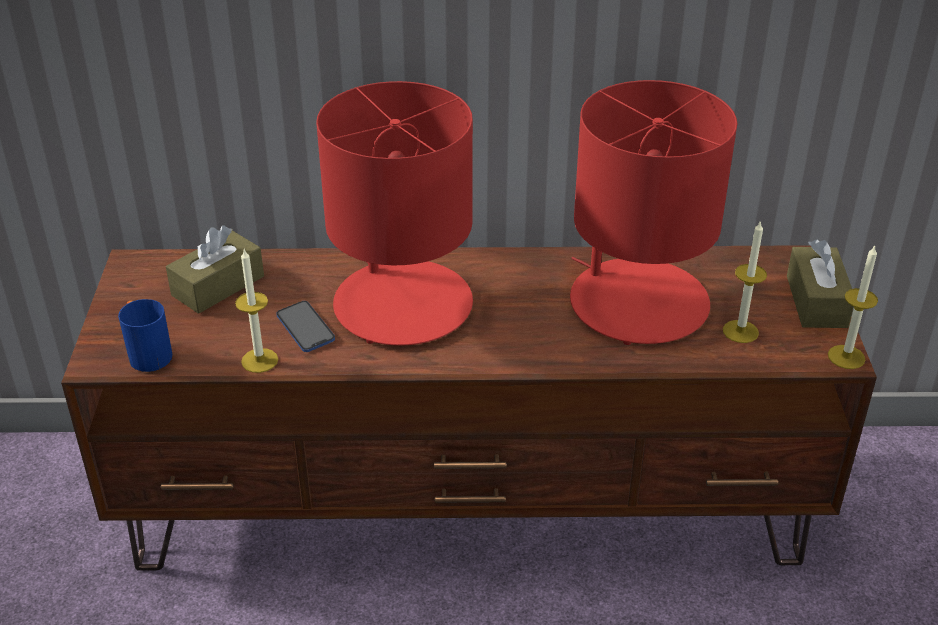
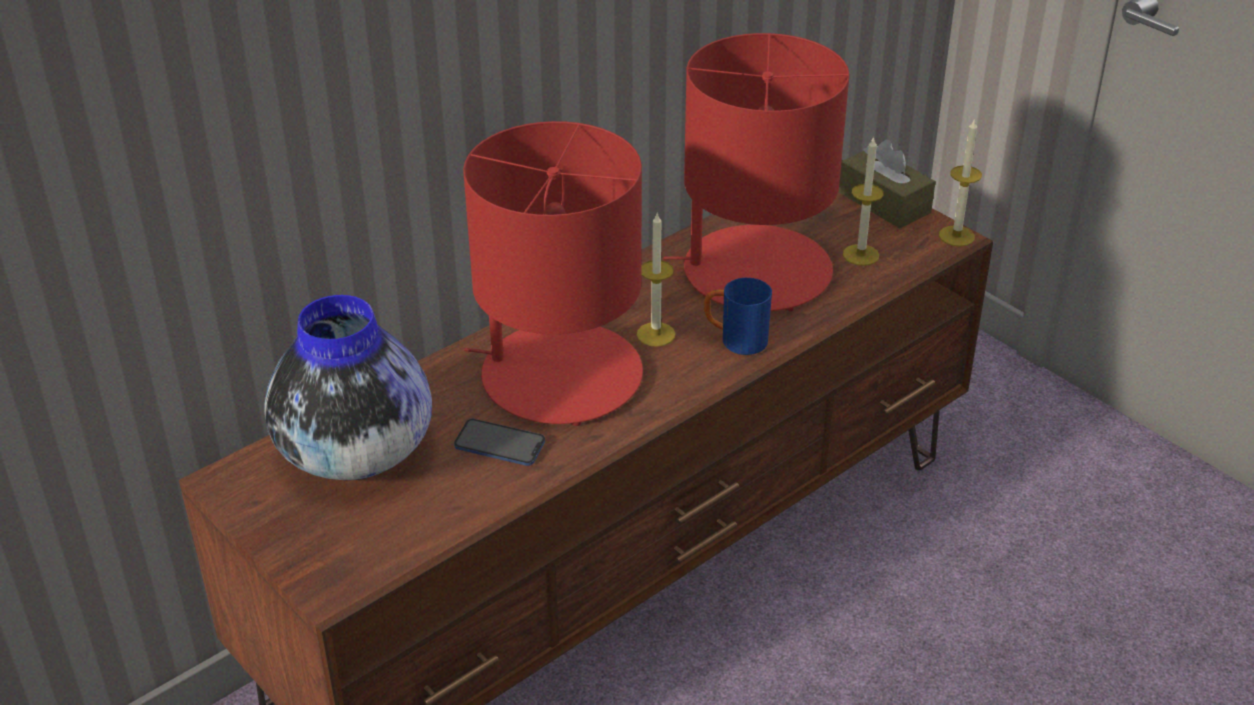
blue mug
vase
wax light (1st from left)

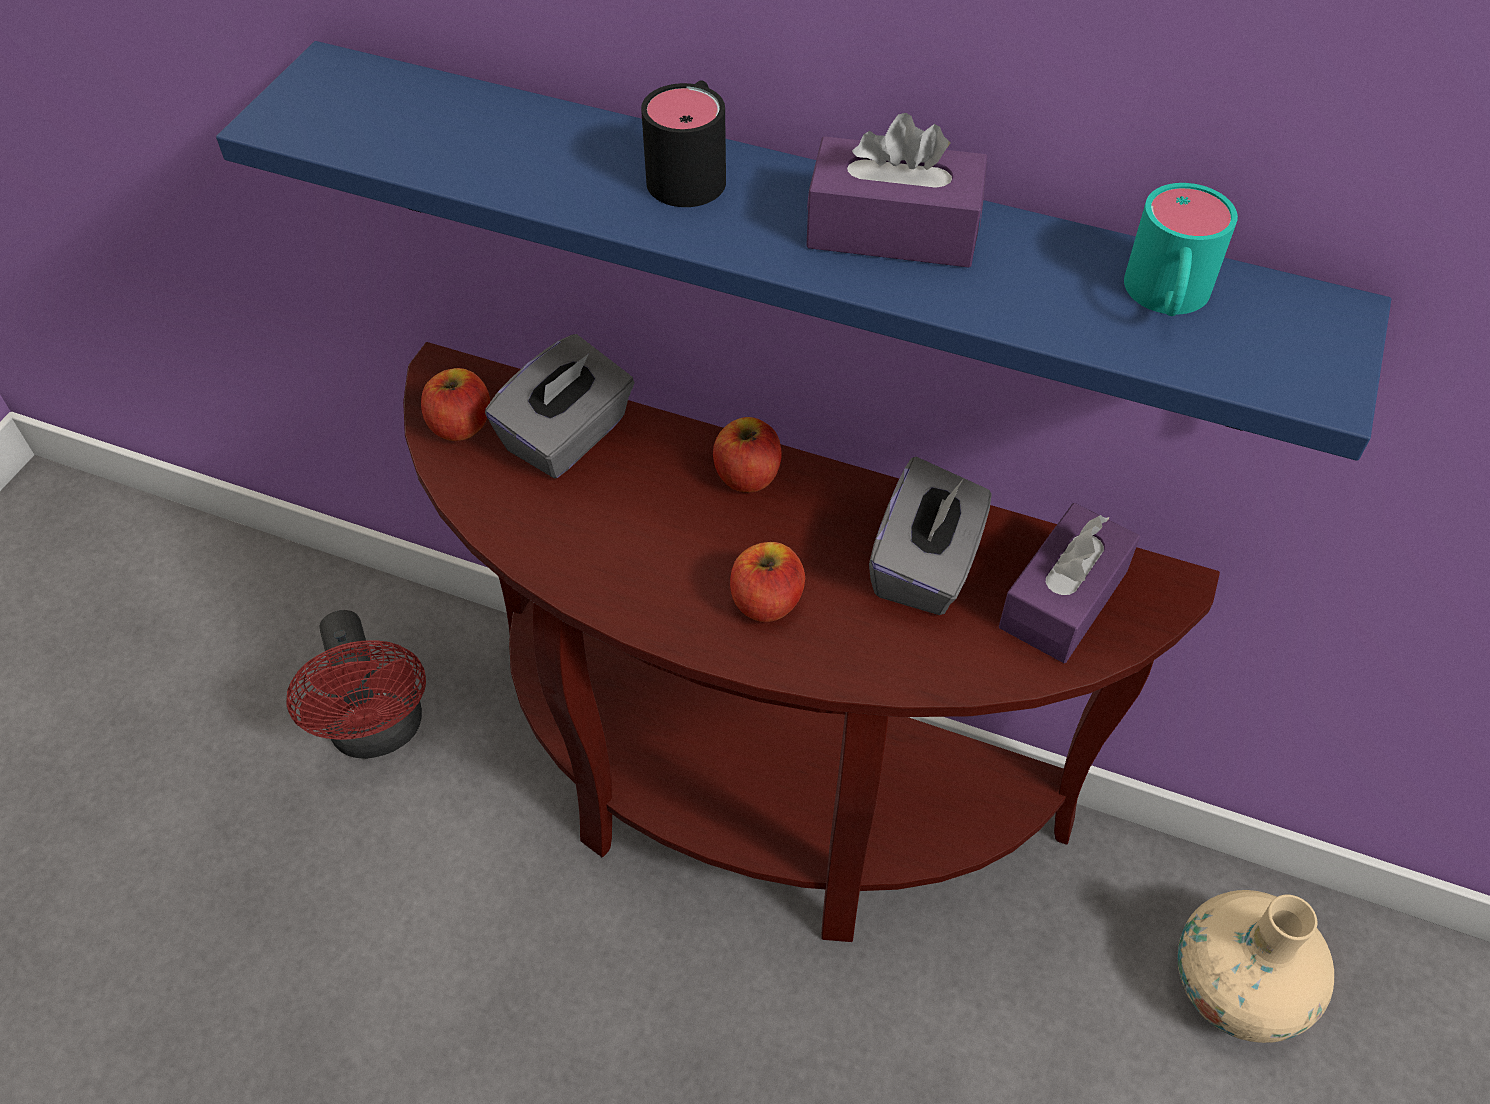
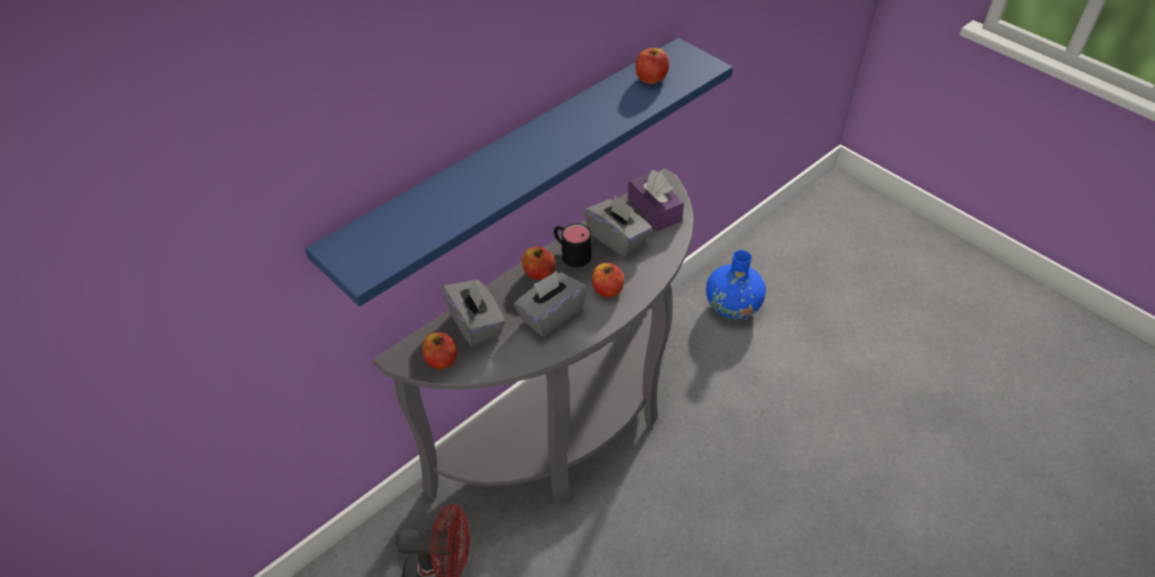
gray console table
blackish mug
purple-coloured tissue box (1st from left in the first image)
apple (4th from left)
blue vase
gray tissue box (2nd from left)

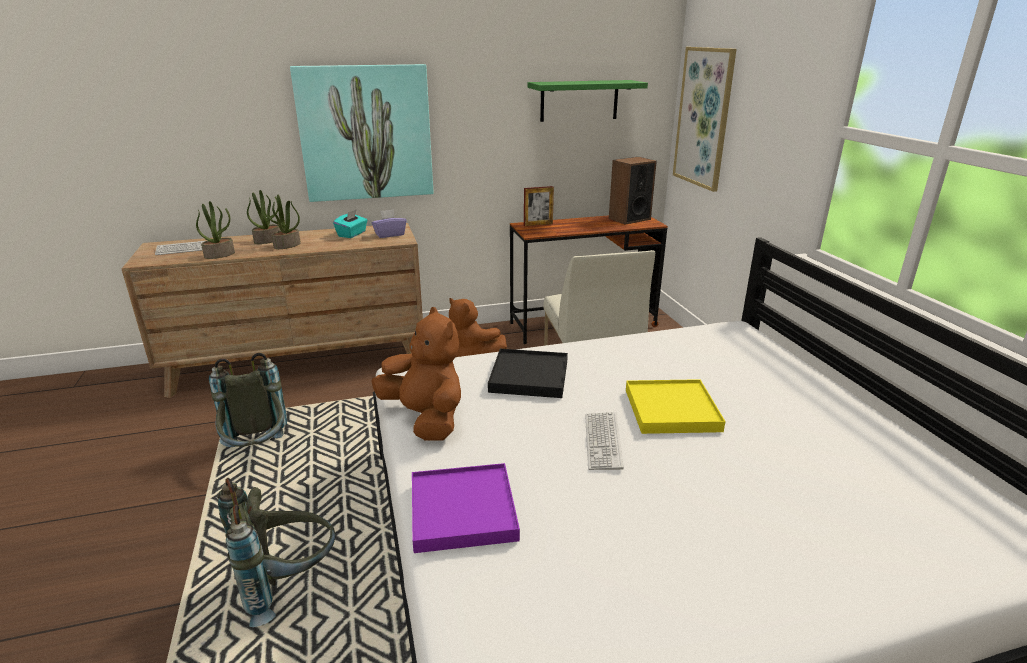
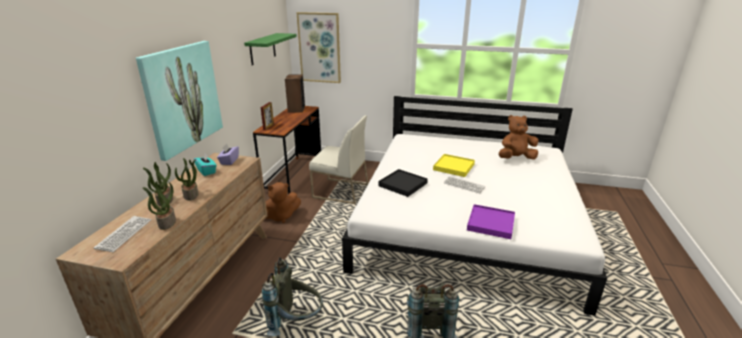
brown plush toy (2nd from left)

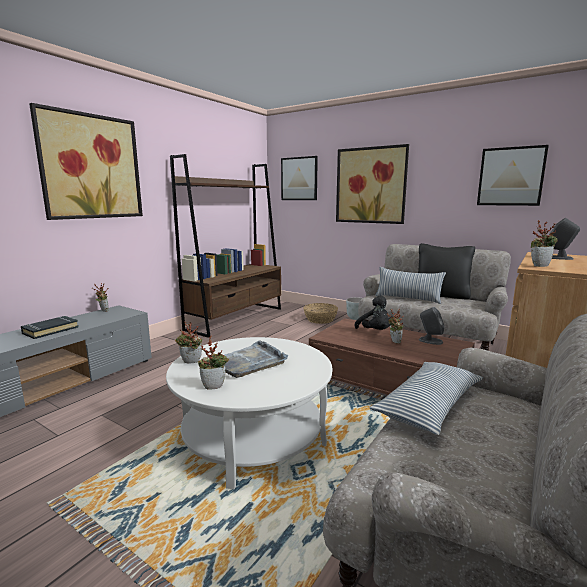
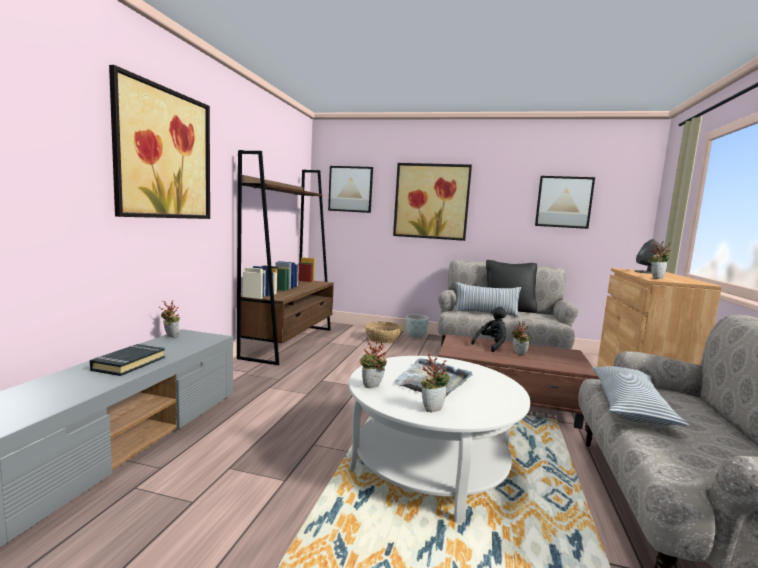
blackish plush toy
gray loudspeaker (1st from left in the first image)

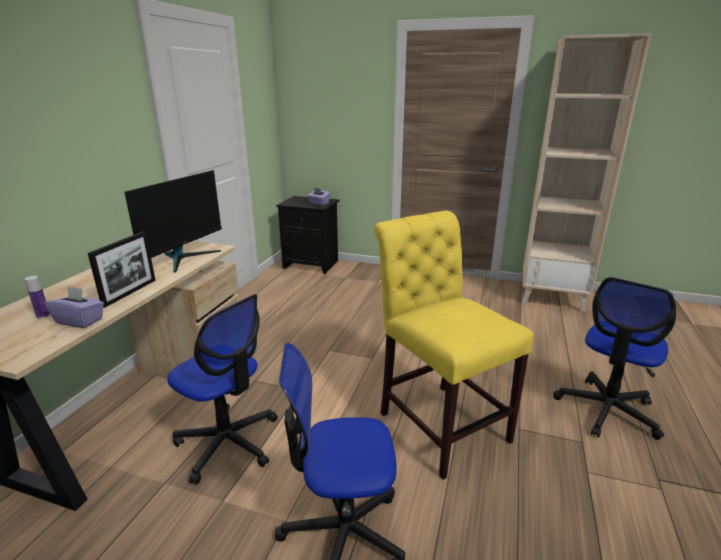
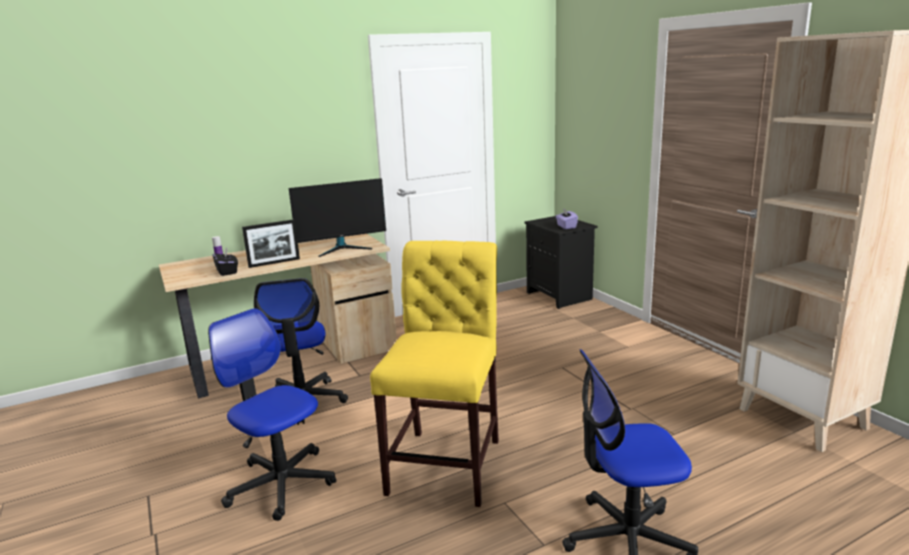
blackish tissue box

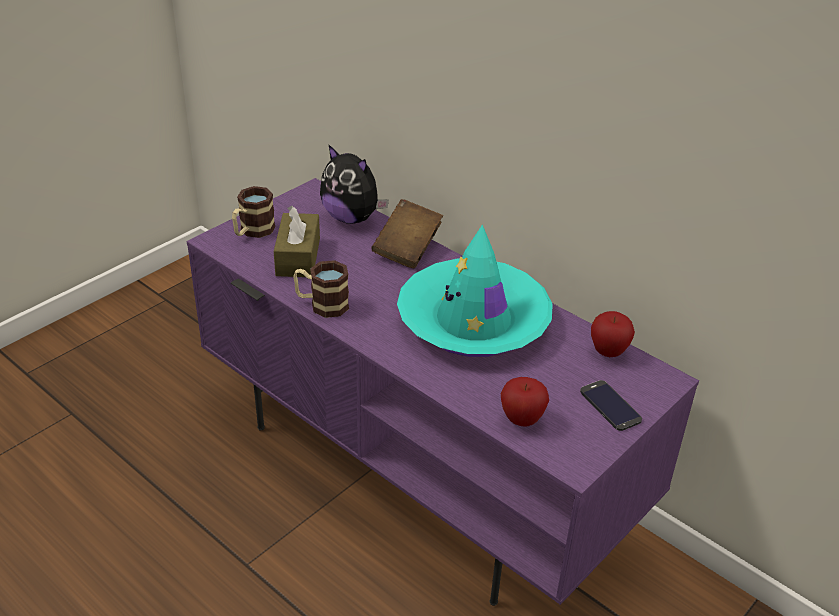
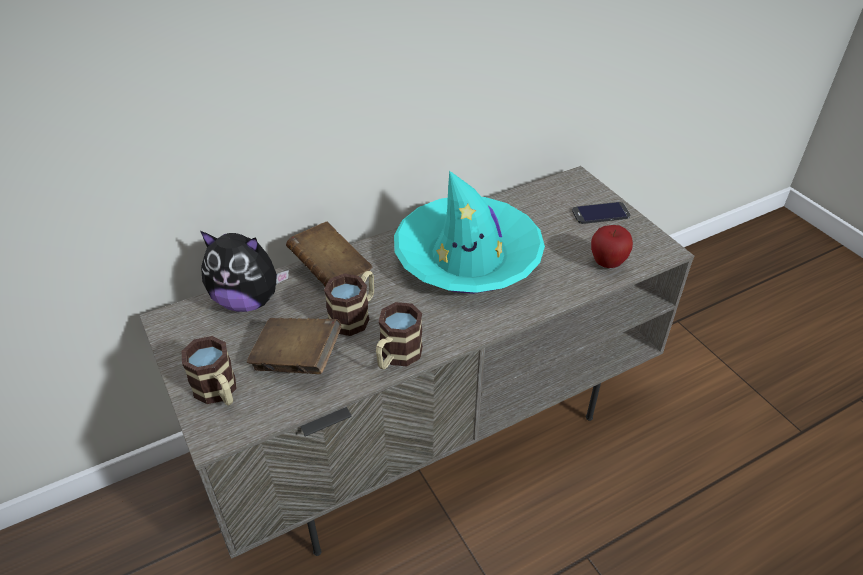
gray media console
brown book (1st from left)
plush toy
apple (2nd from left in the first image)
mug (2nd from left)

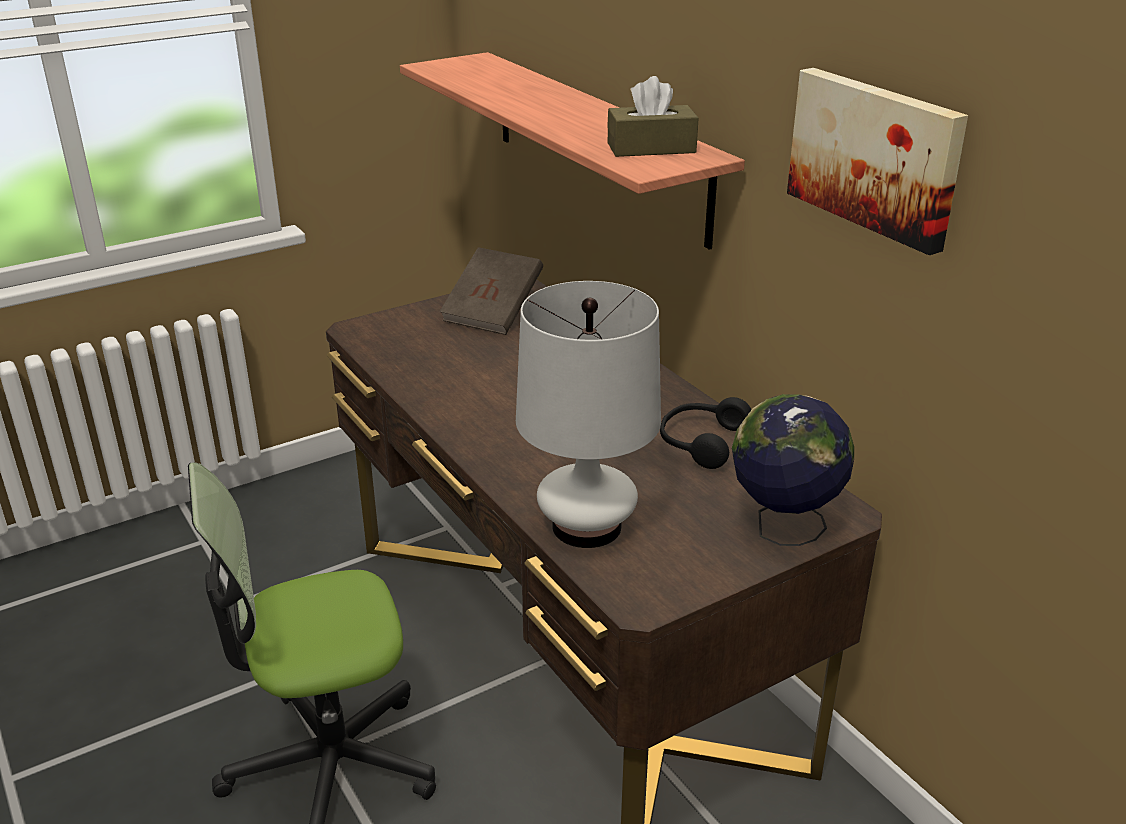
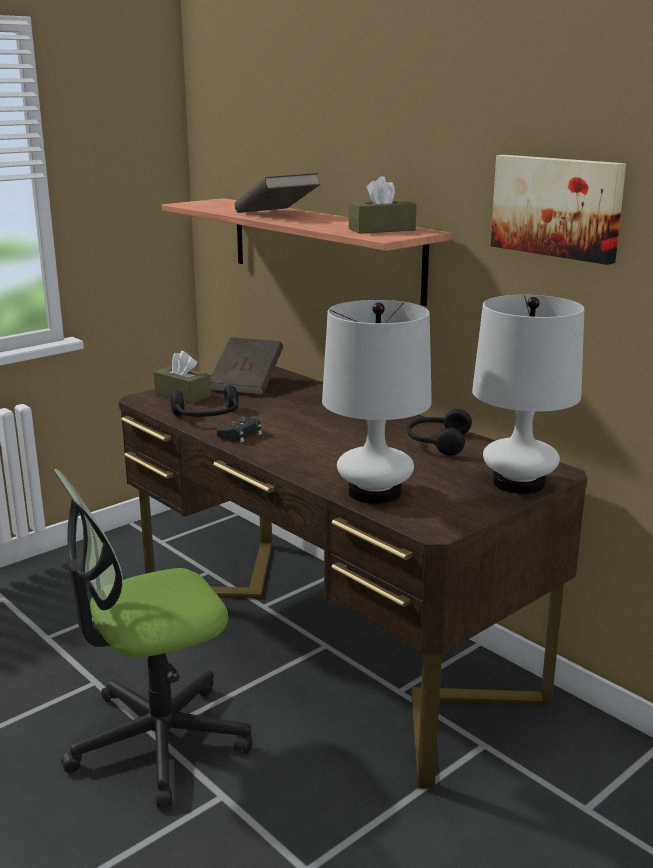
whitish table lamp (2nd from left)
brown tissue box (1st from left)
blackish headset (1st from left)
blackish joypad
brown book (2nd from left)

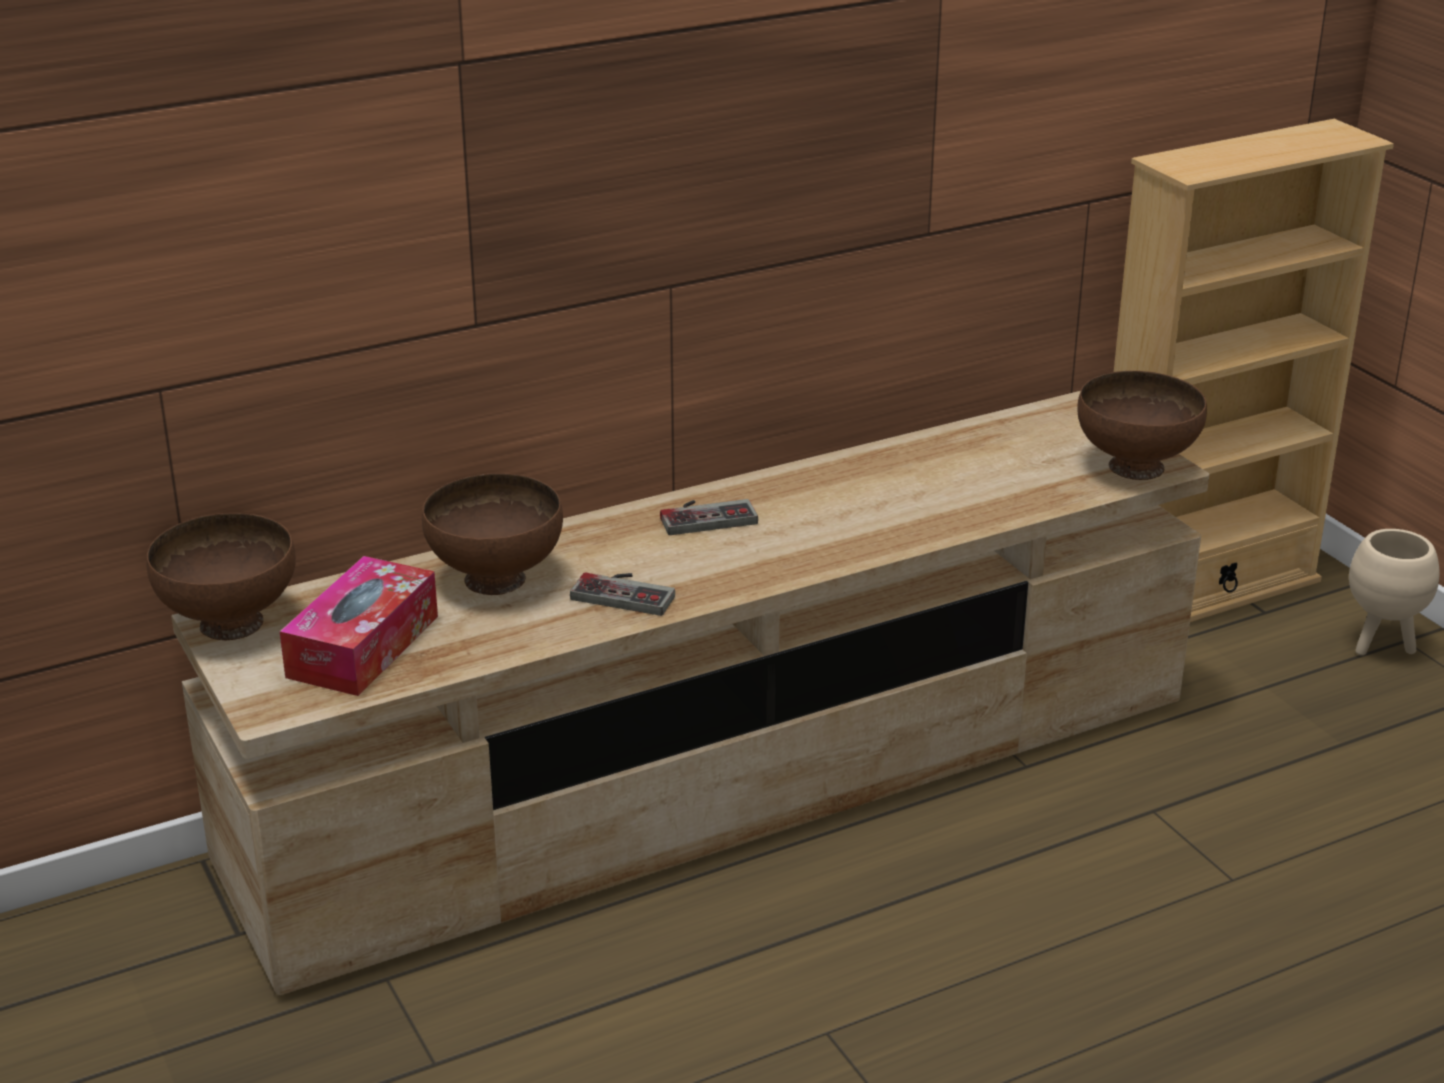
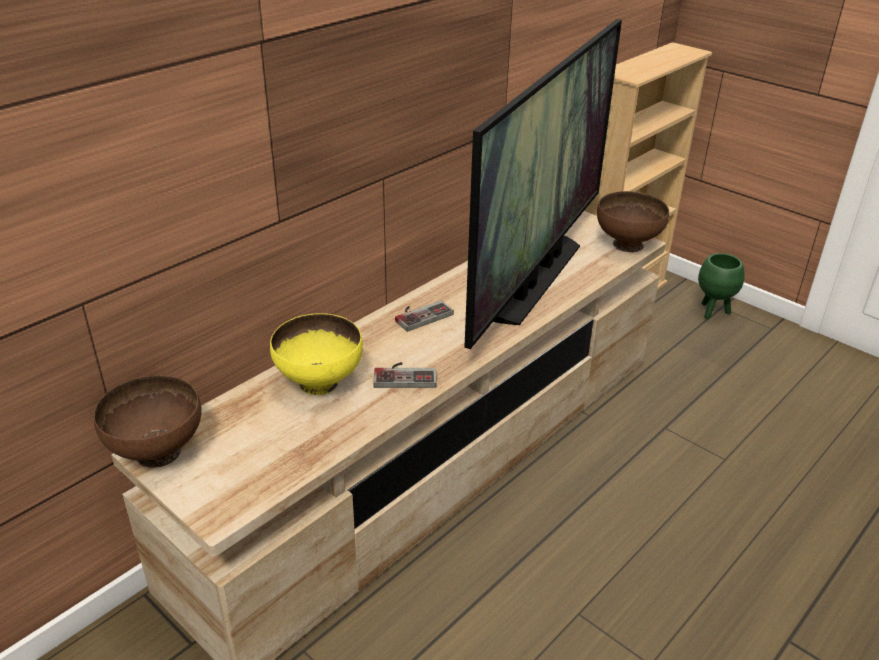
tissue box
yellowish serving bowl
greenish flower pot
television

